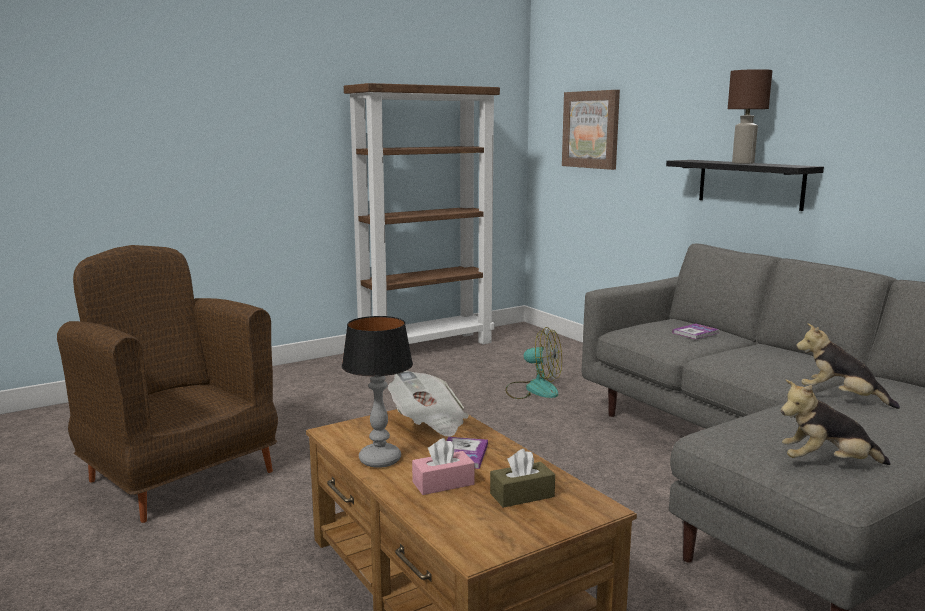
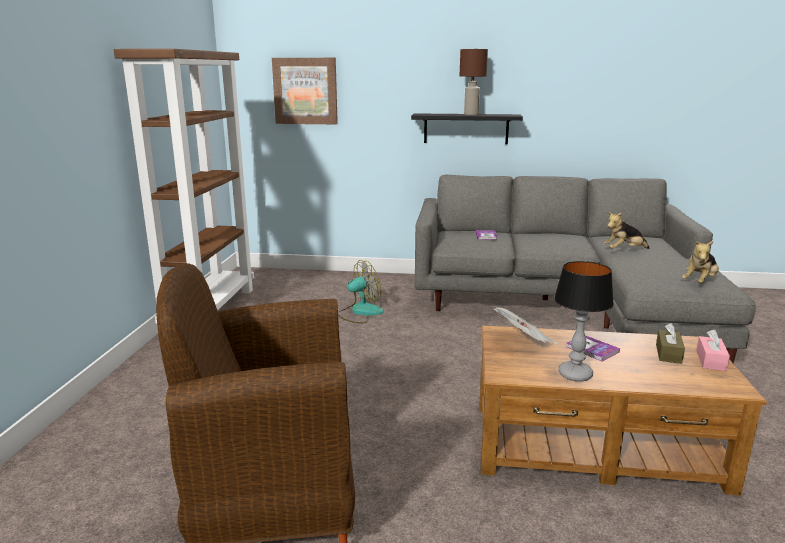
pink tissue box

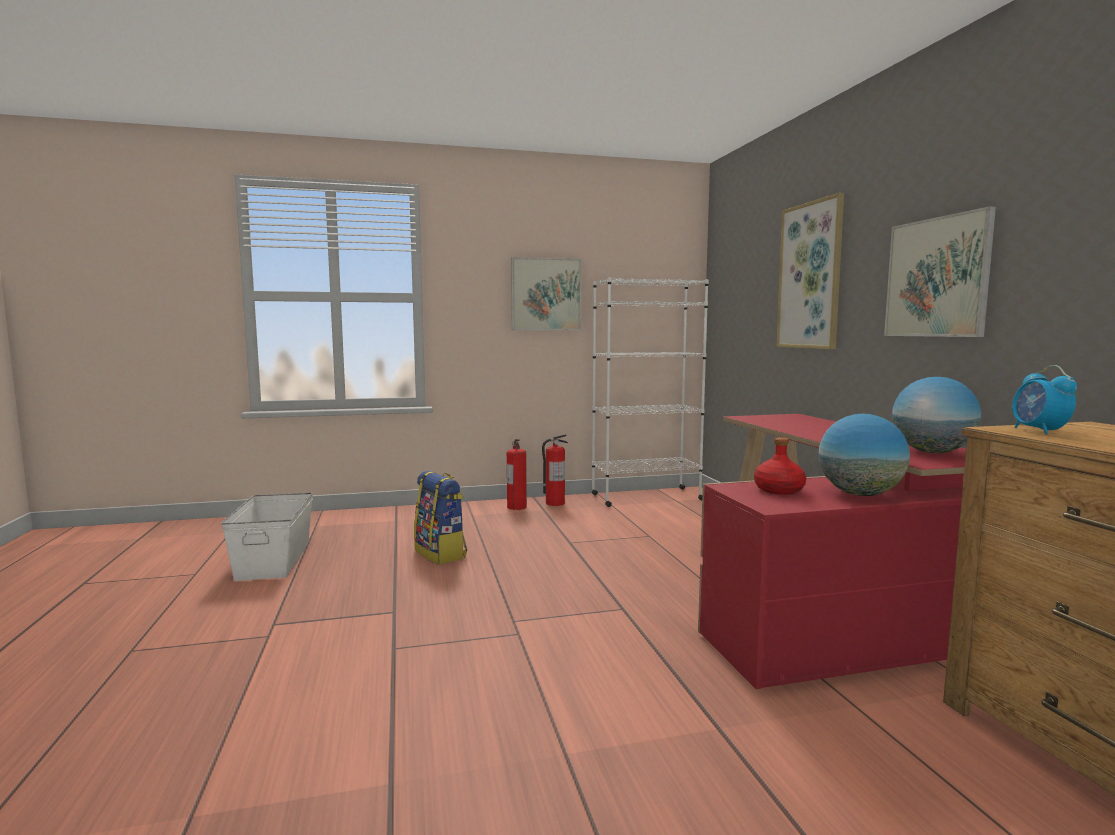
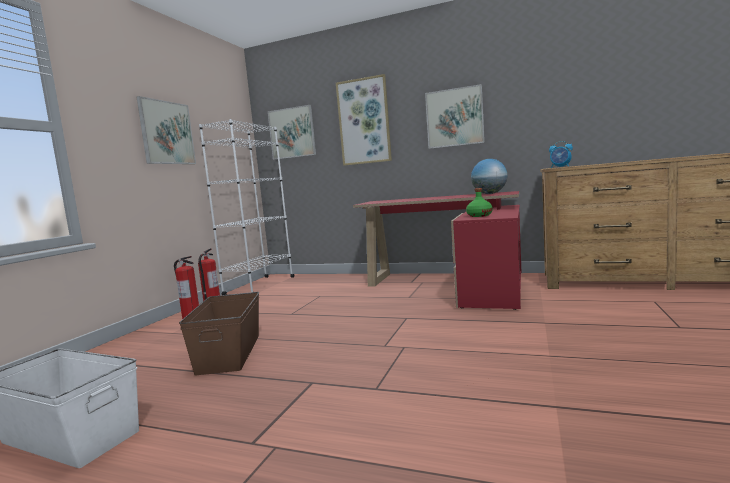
brown storage box
greenish bottle
world globe (1st from left in the first image)
wall picture (2nd from left)

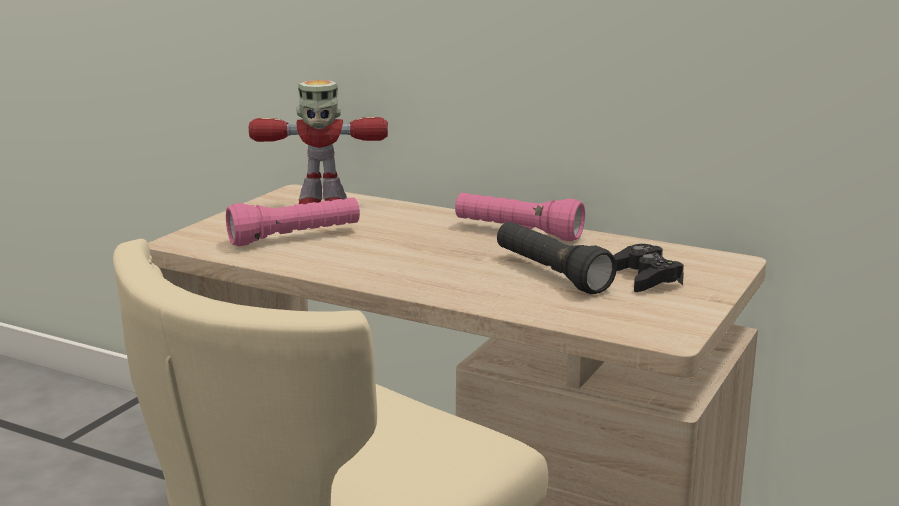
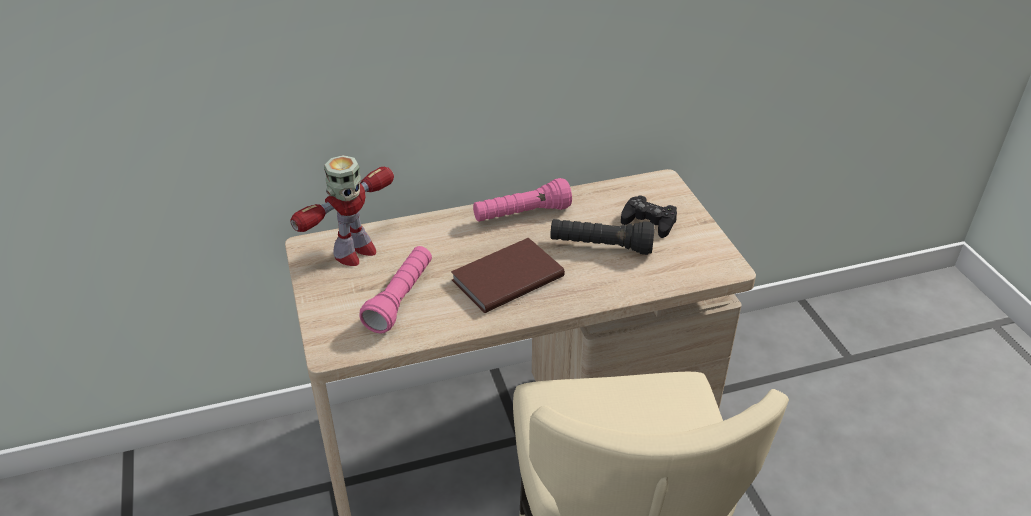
brown book

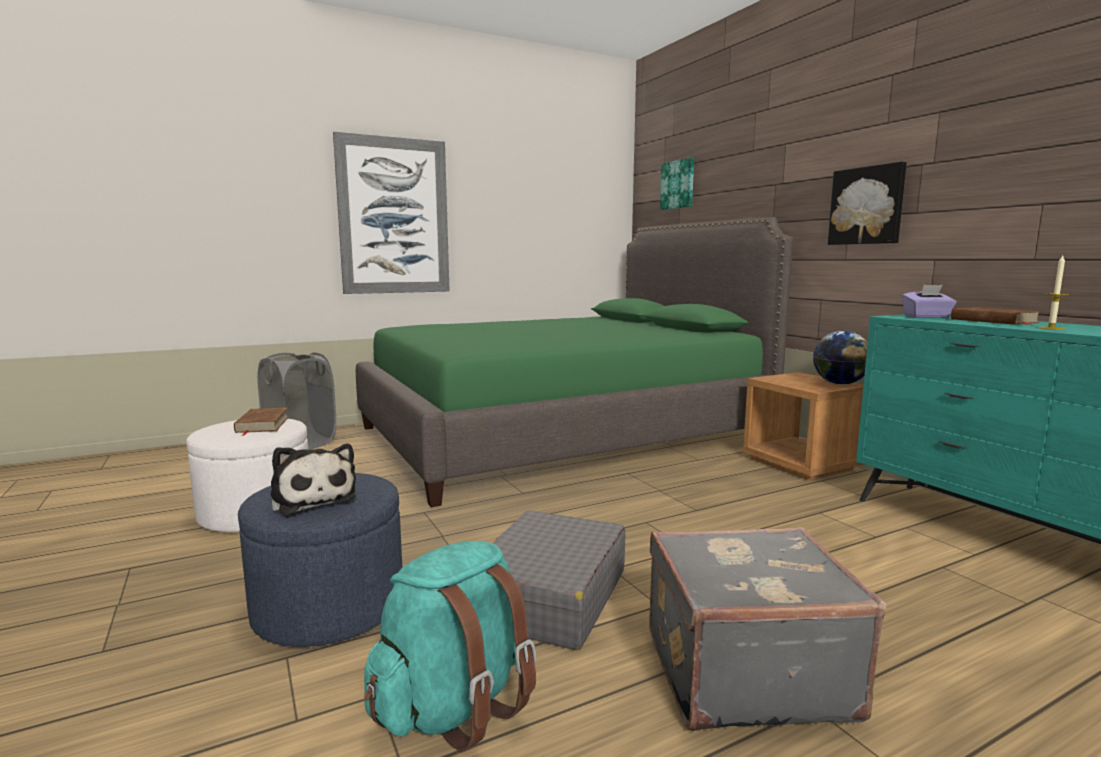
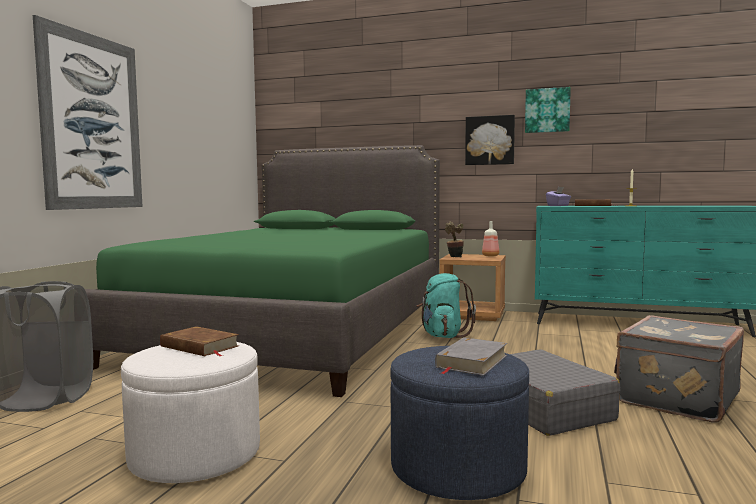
gray book
turquoise rucksack
wall picture (3rd from left)
bottle
potted plant

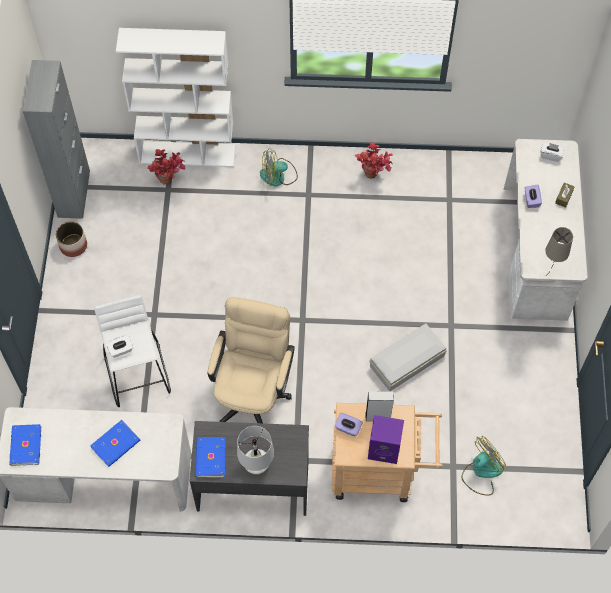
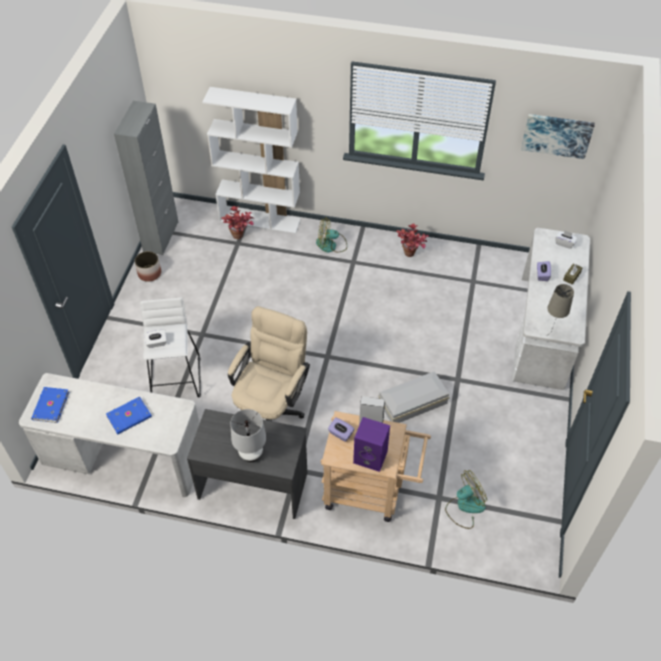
blue book (3rd from left in the first image)
wall picture

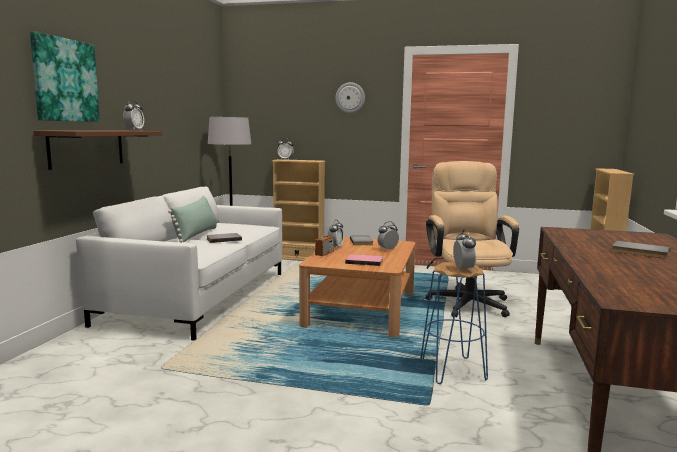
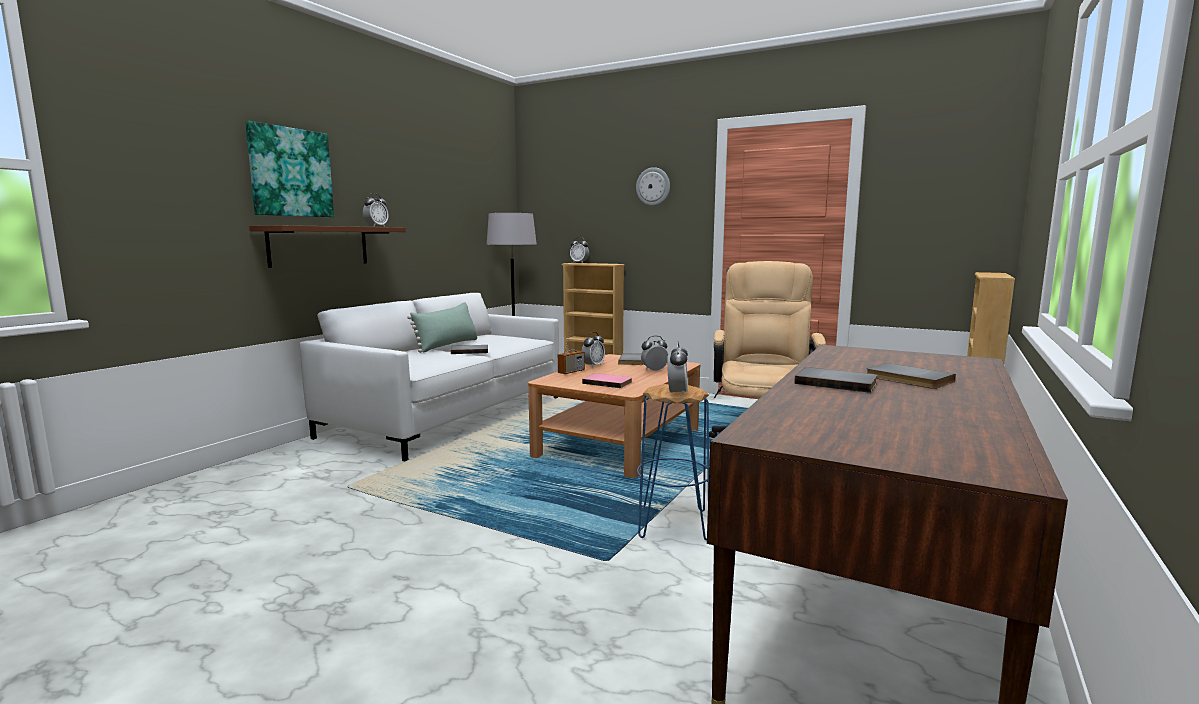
gray book (3rd from left)

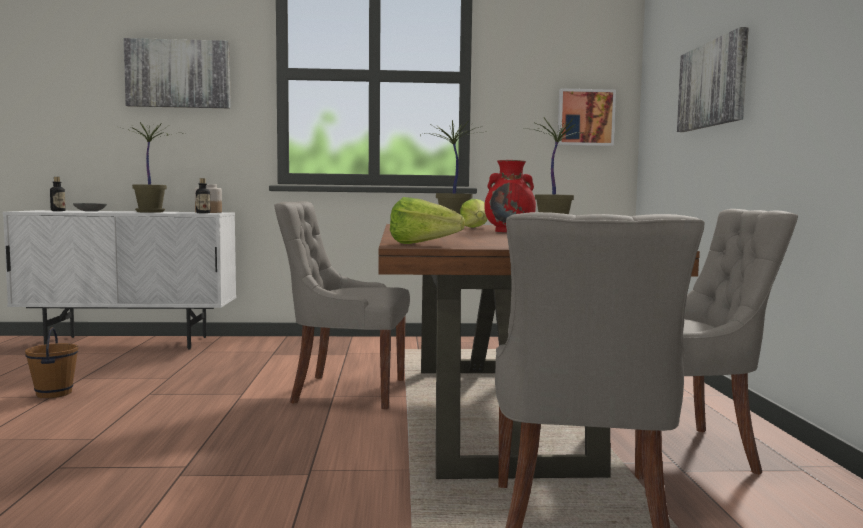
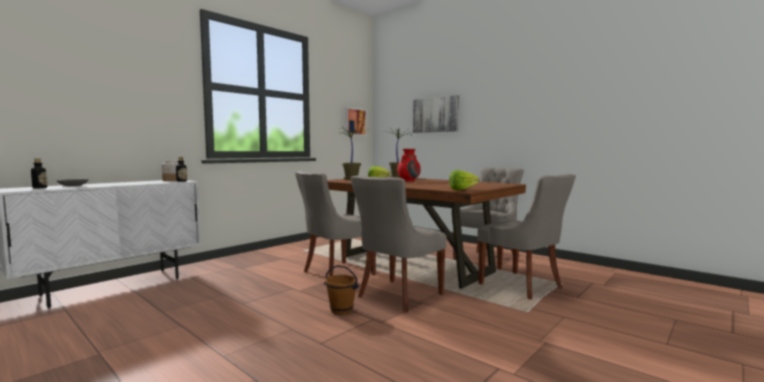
brown bucket
wall picture (1st from left in the first image)
potted plant (1st from left in the first image)
gray plain chair (2nd from left)

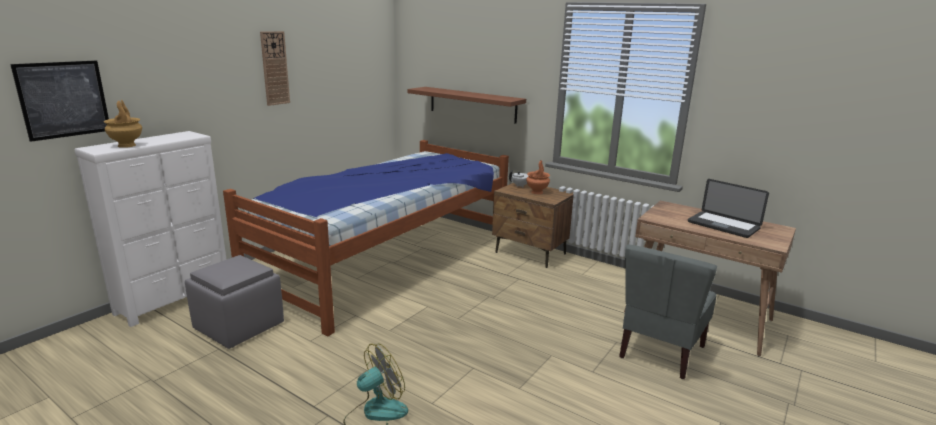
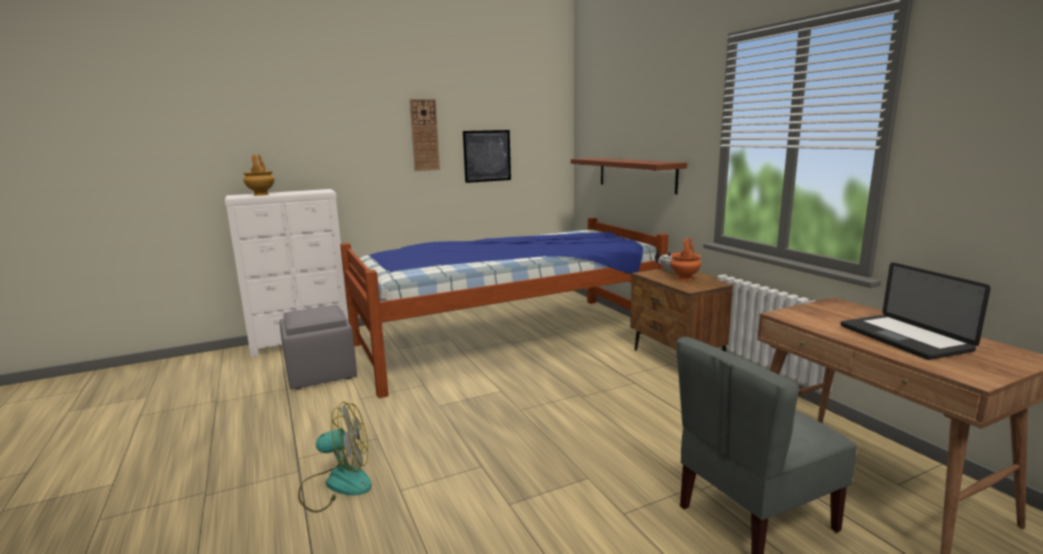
wall picture

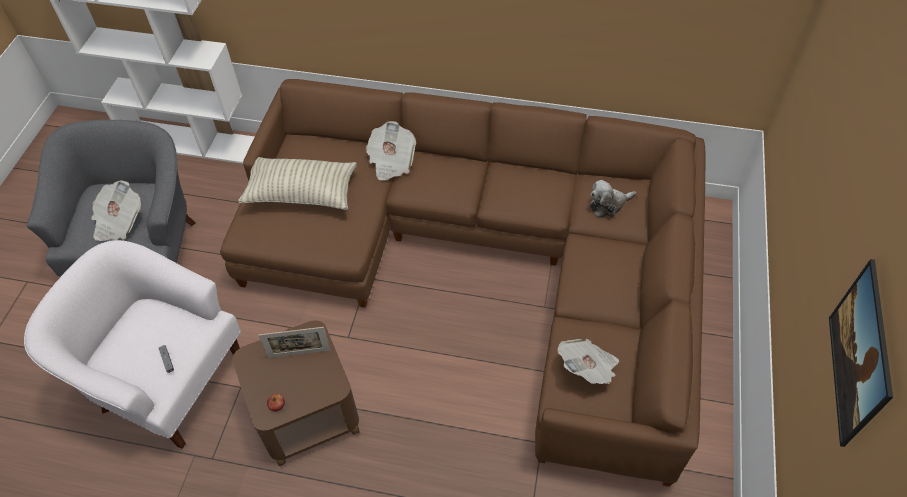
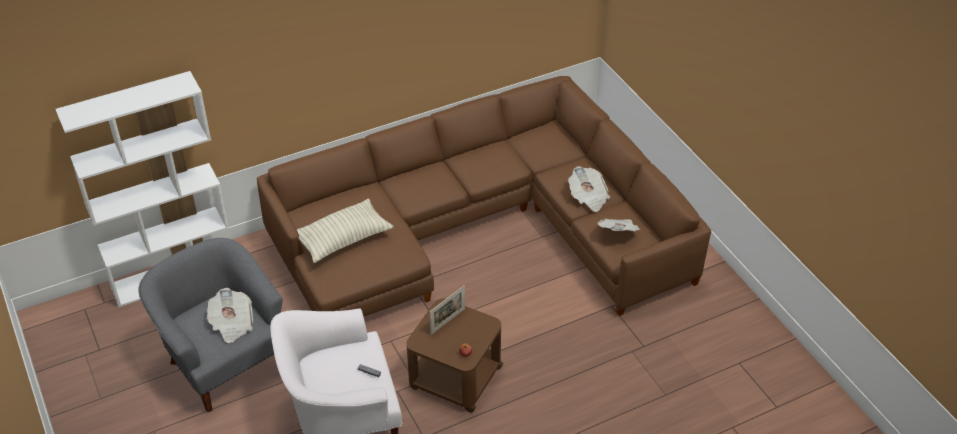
daily paper (2nd from left)
plush toy
wall picture

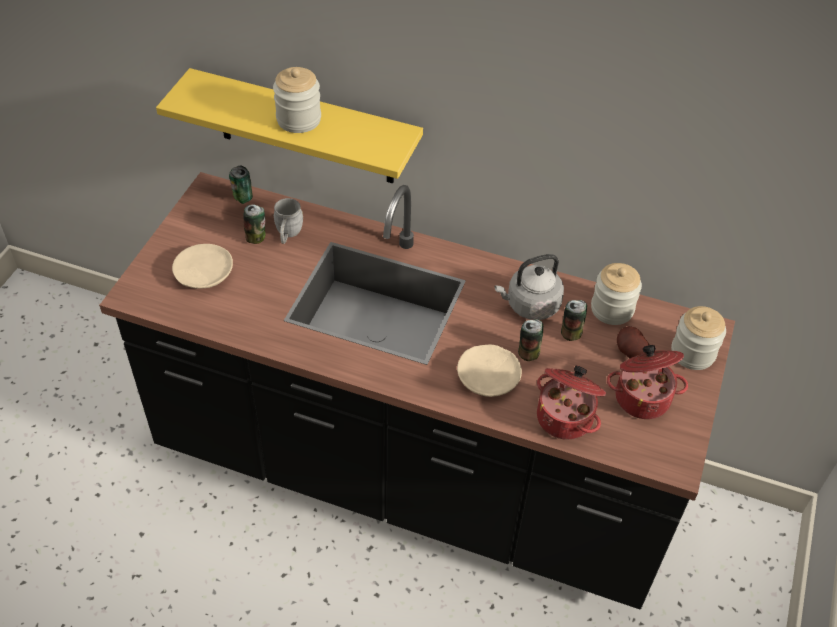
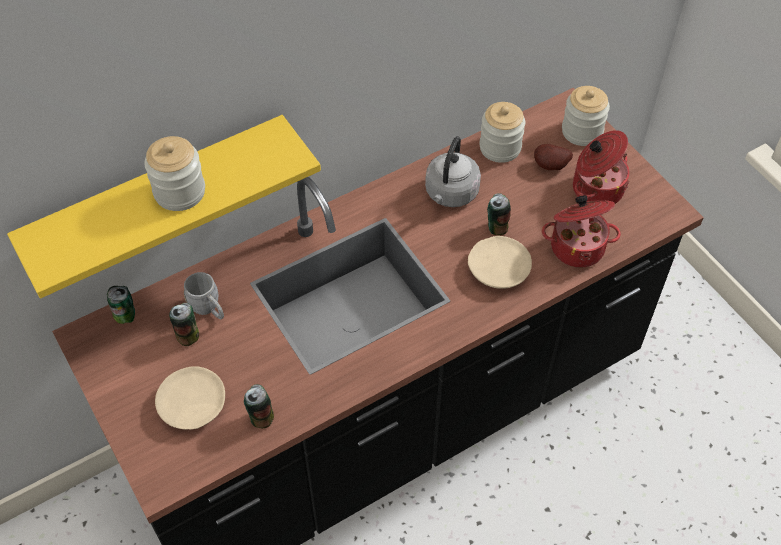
can (3rd from left)

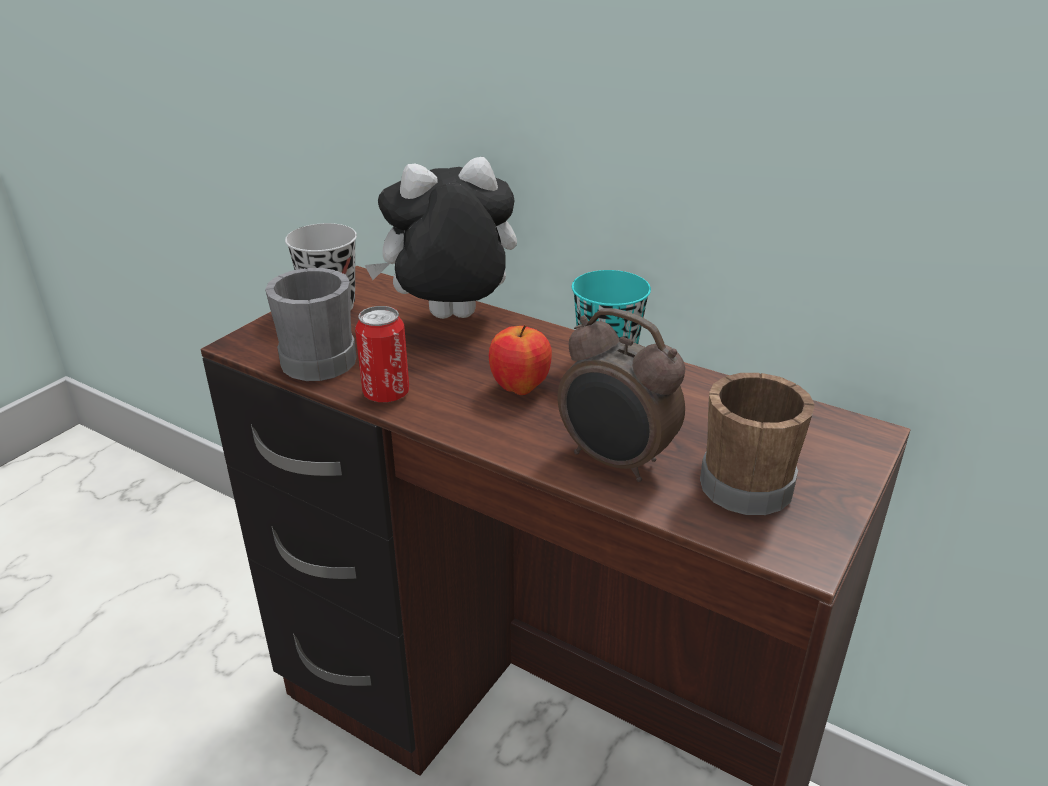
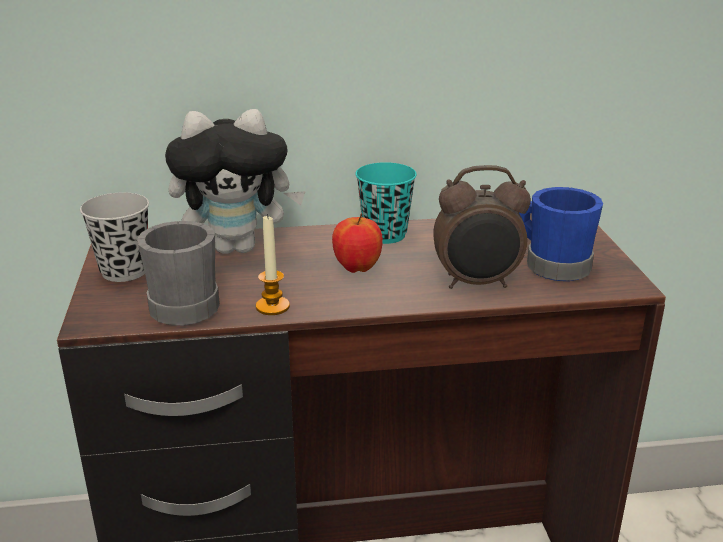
wax light
plush toy
blue mug

